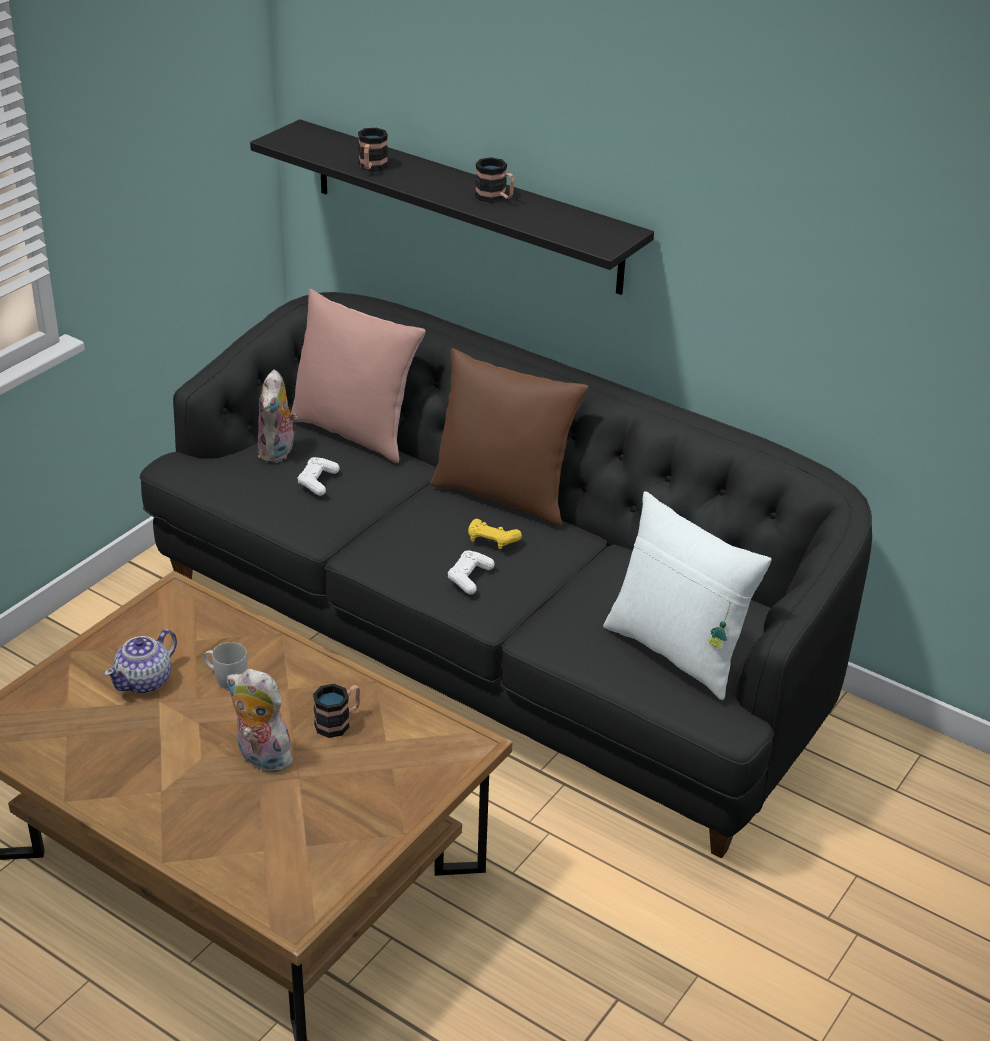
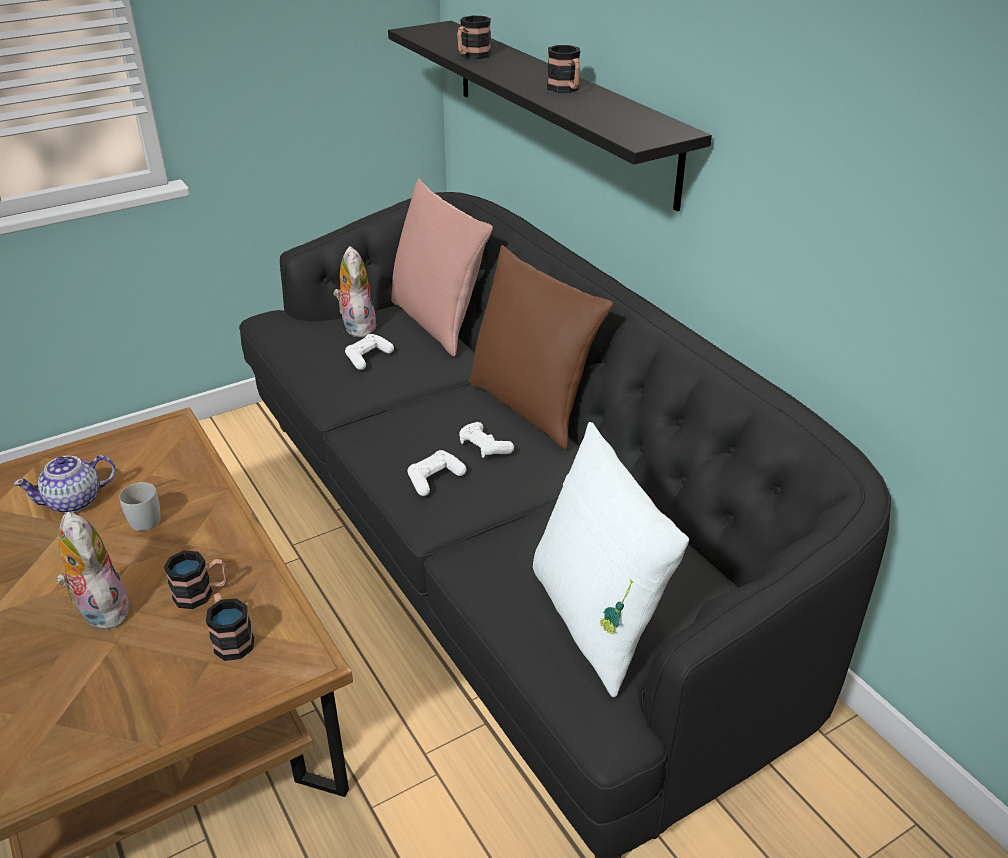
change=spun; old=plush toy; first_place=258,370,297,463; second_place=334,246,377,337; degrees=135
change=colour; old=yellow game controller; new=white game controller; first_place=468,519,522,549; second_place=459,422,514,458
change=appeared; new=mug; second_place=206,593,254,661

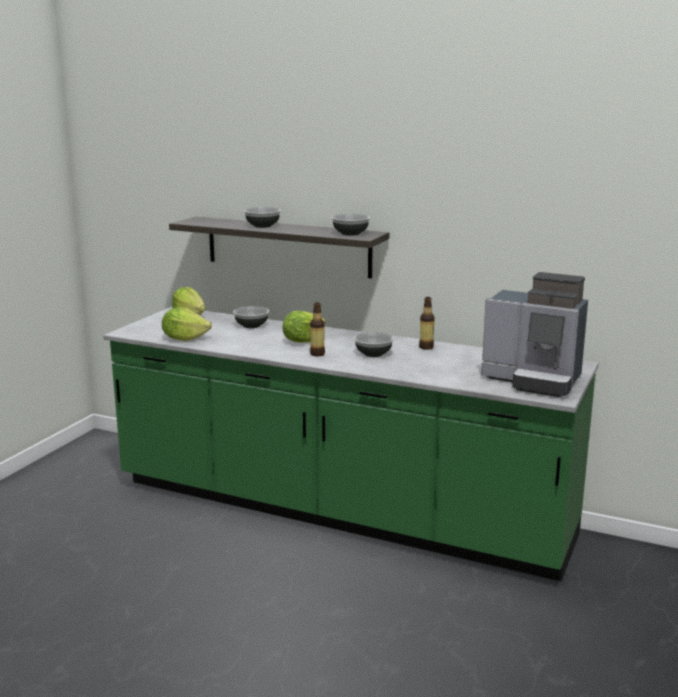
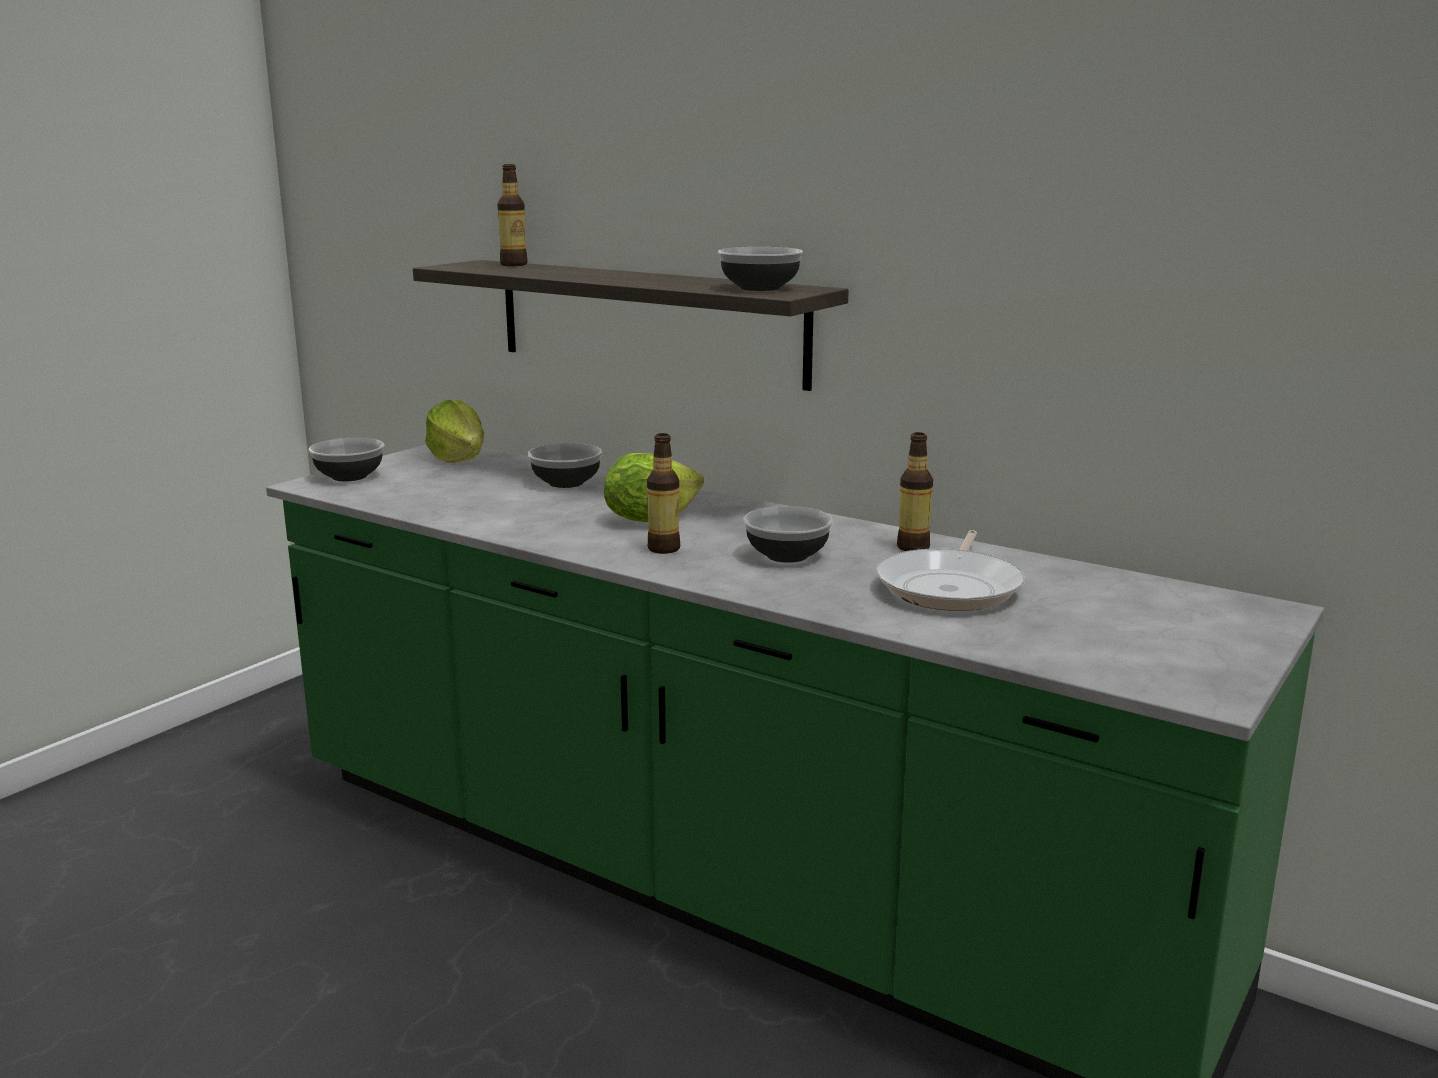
change=missing; old=lettuce; first_place=162,307,212,341
change=relocated; old=bowl; first_place=244,207,281,228; second_place=308,438,384,481
change=missing; old=coffee machine; first_place=482,272,588,397
change=appeared; new=bottle; second_place=497,164,528,266
change=appeared; new=frying pan; second_place=876,530,1025,611

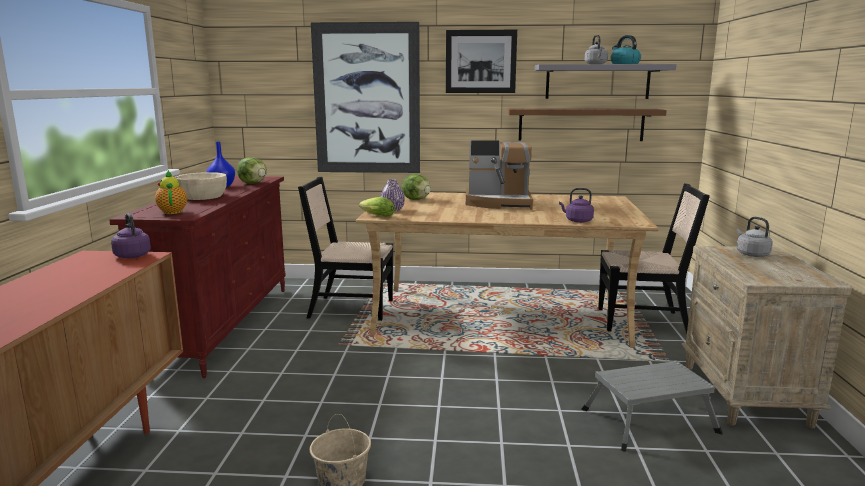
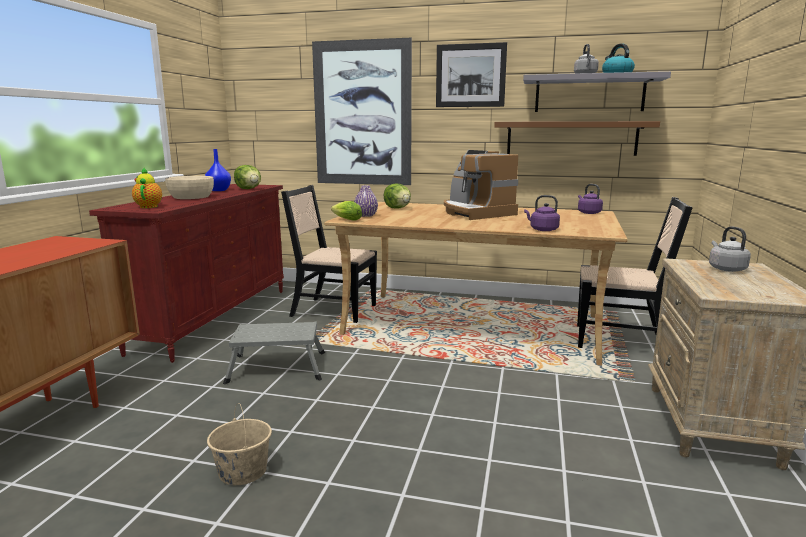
change=relocated; old=purple kettle; first_place=111,213,151,258; second_place=578,184,603,214
change=spun; old=coffee machine; first_place=466,140,533,210; second_place=444,150,518,220; degrees=45
change=relocated; old=grey step ladder; first_place=581,360,723,452; second_place=223,321,325,384

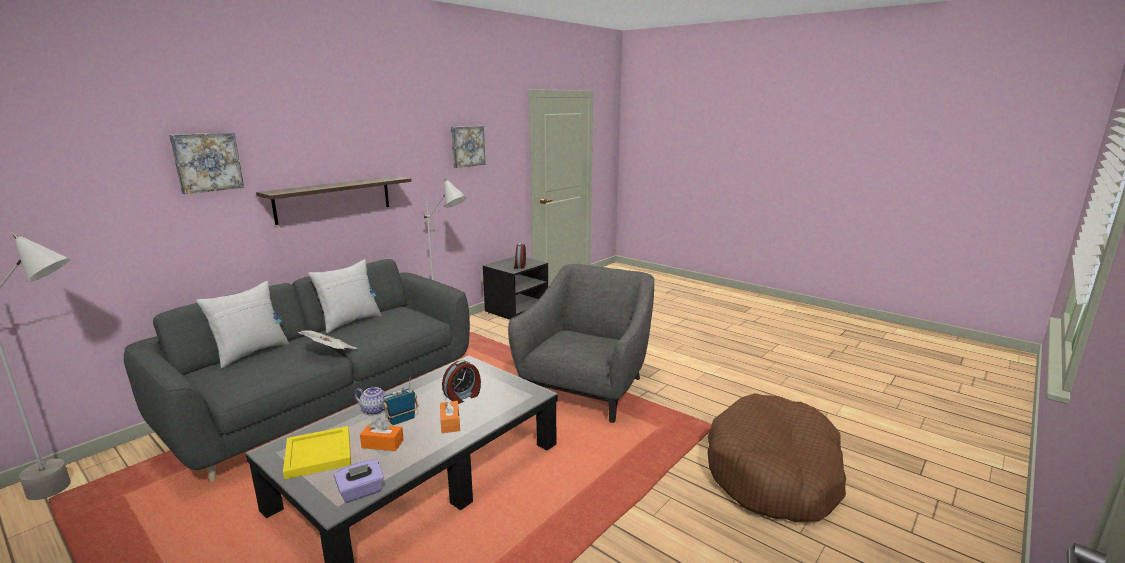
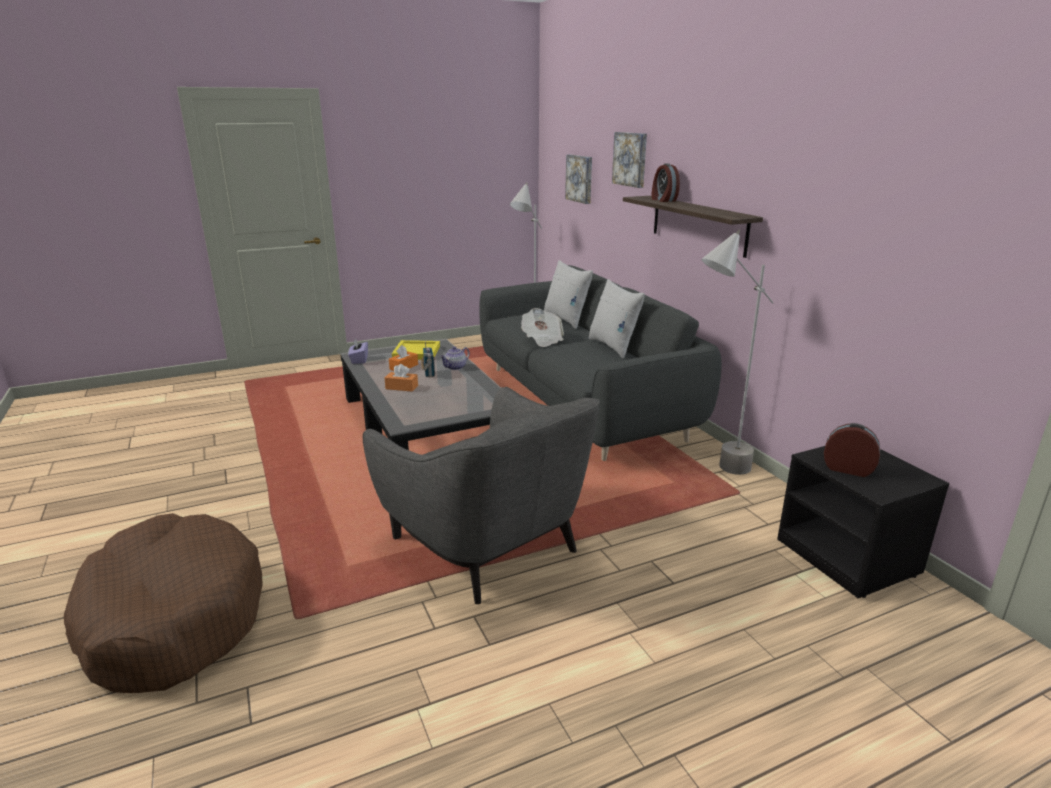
change=relocated; old=alarm clock; first_place=442,360,481,404; second_place=652,163,680,202
change=relocated; old=picture; first_place=451,126,486,168; second_place=565,155,592,204

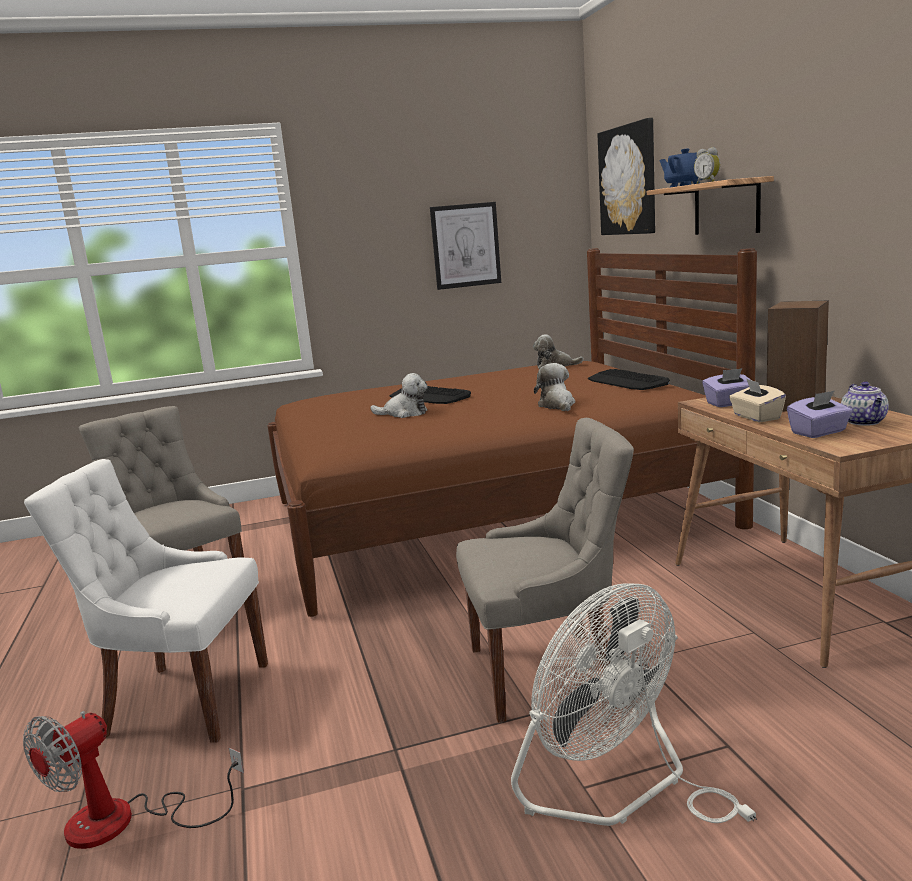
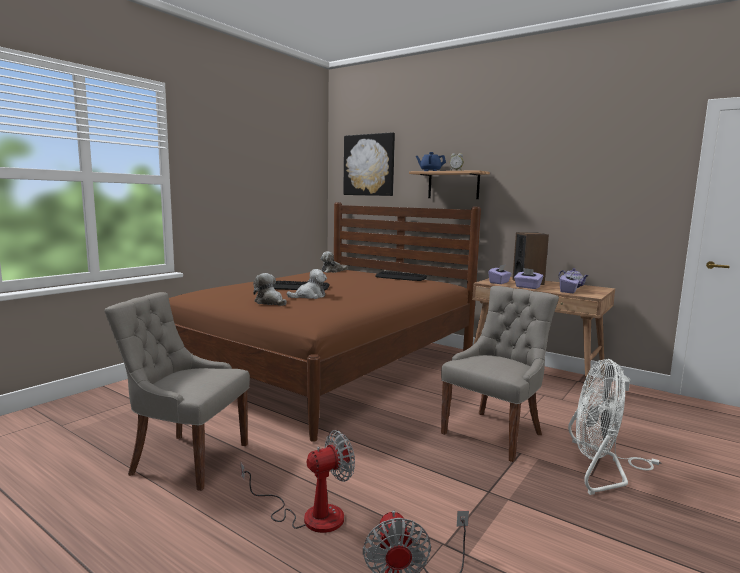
change=exchanged; old=white chair; new=fan; first_place=24,459,268,742; second_place=241,430,355,533
change=missing; old=picture; first_place=430,202,501,290
change=relocated; old=plush toy; first_place=534,363,575,411; second_place=253,273,287,306
change=colour; old=beige tissue box; new=purple tissue box; first_place=729,378,786,422; second_place=514,268,543,289

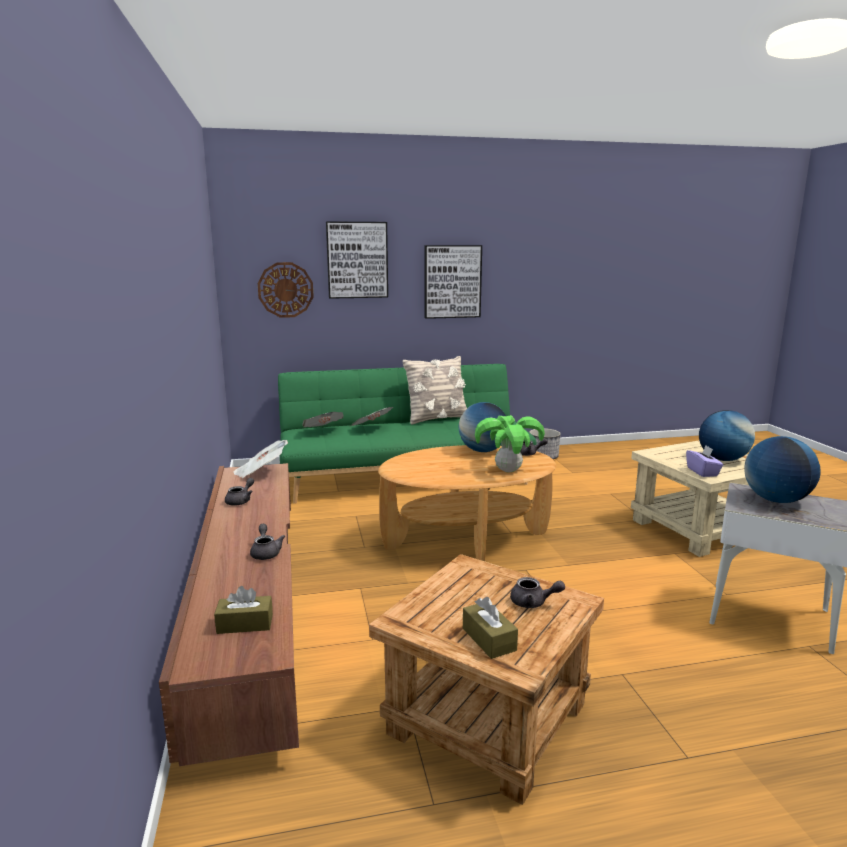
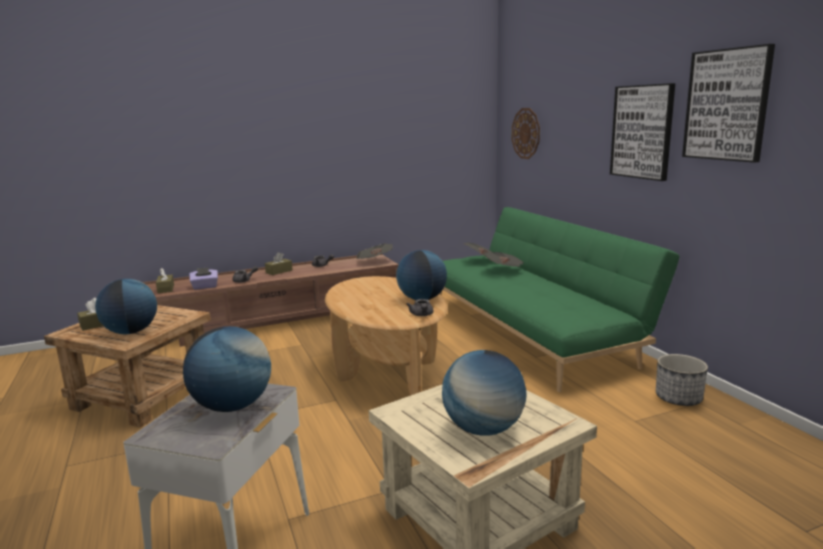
change=relocated; old=picture; first_place=326,221,388,299; second_place=682,44,775,163
change=missing; old=beige pillow; first_place=402,356,467,425
change=missing; old=potted plant; first_place=475,415,545,473
change=exchanged; old=grey teapot; new=globe; first_place=510,577,565,608; second_place=95,279,157,334
change=relocated; old=purple tissue box; first_place=686,446,723,477; second_place=189,267,218,290
change=appeared; new=brown tissue box; second_place=265,252,293,275

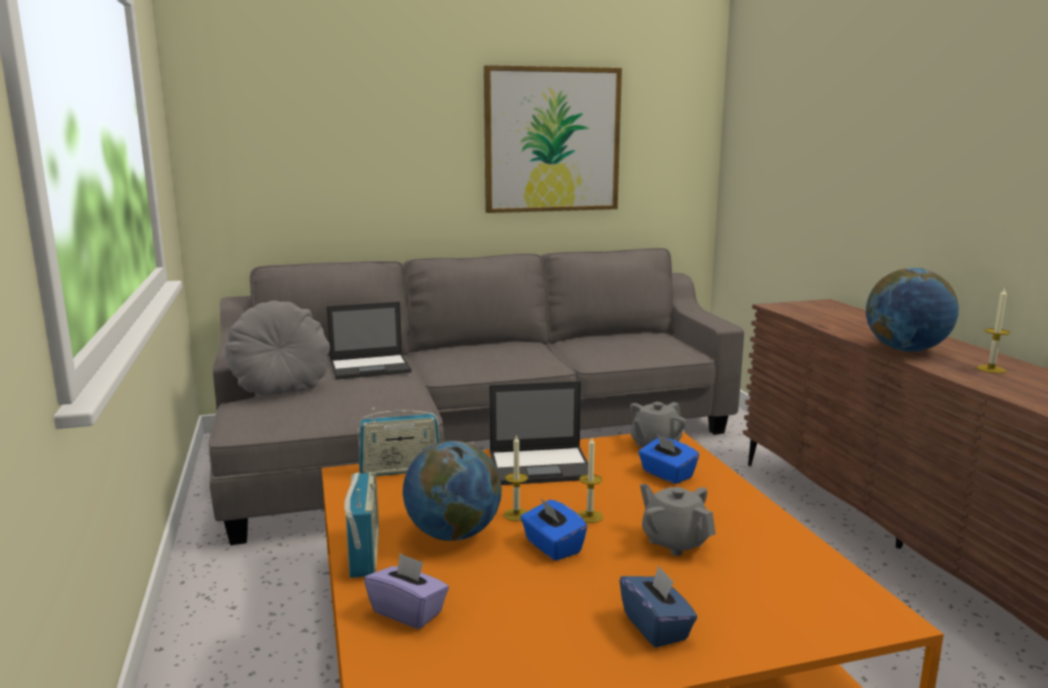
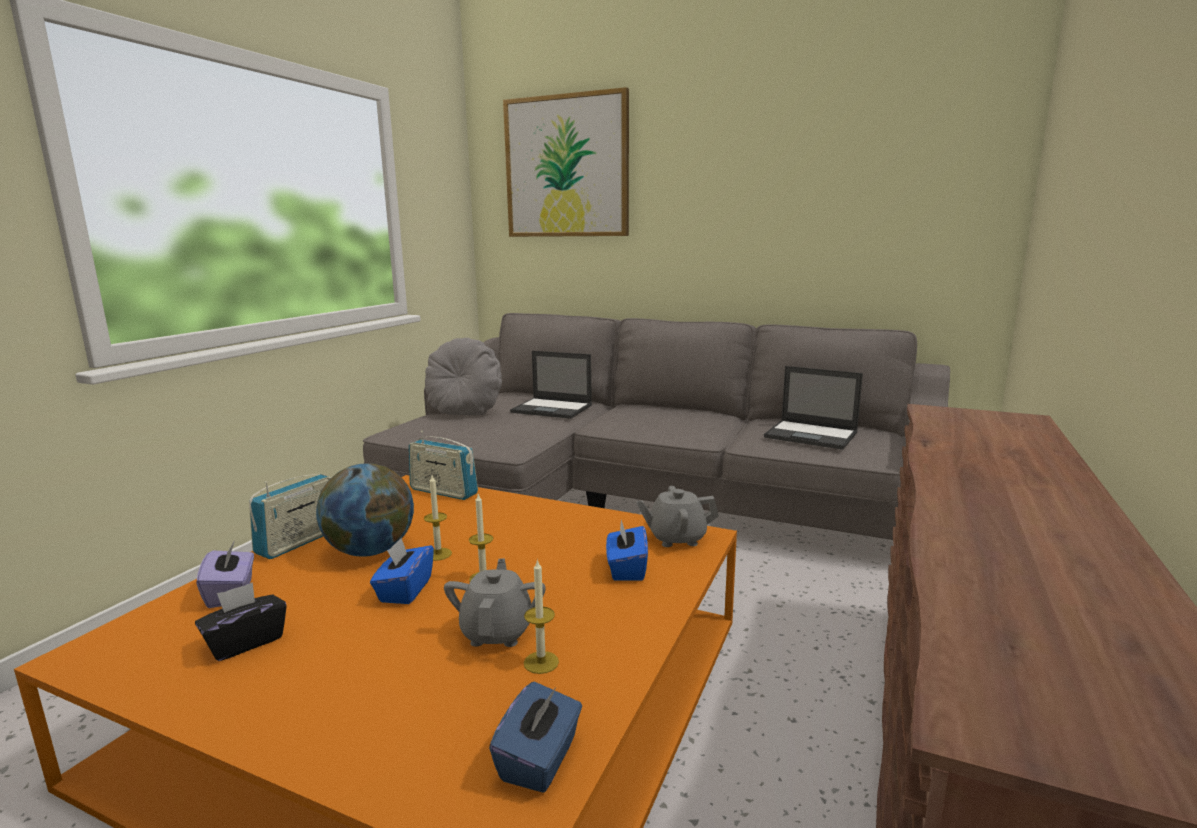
change=relocated; old=picture; first_place=484,65,622,213; second_place=503,87,629,237
change=relocated; old=laptop; first_place=489,381,588,485; second_place=764,366,863,450
change=relocated; old=blue tissue box; first_place=620,566,697,647; second_place=489,681,582,793
change=missing; old=globe; first_place=866,268,959,352
change=relocated; old=candle; first_place=977,287,1010,373; second_place=524,559,559,674
change=appeared; new=black tissue box; second_place=195,582,287,661

